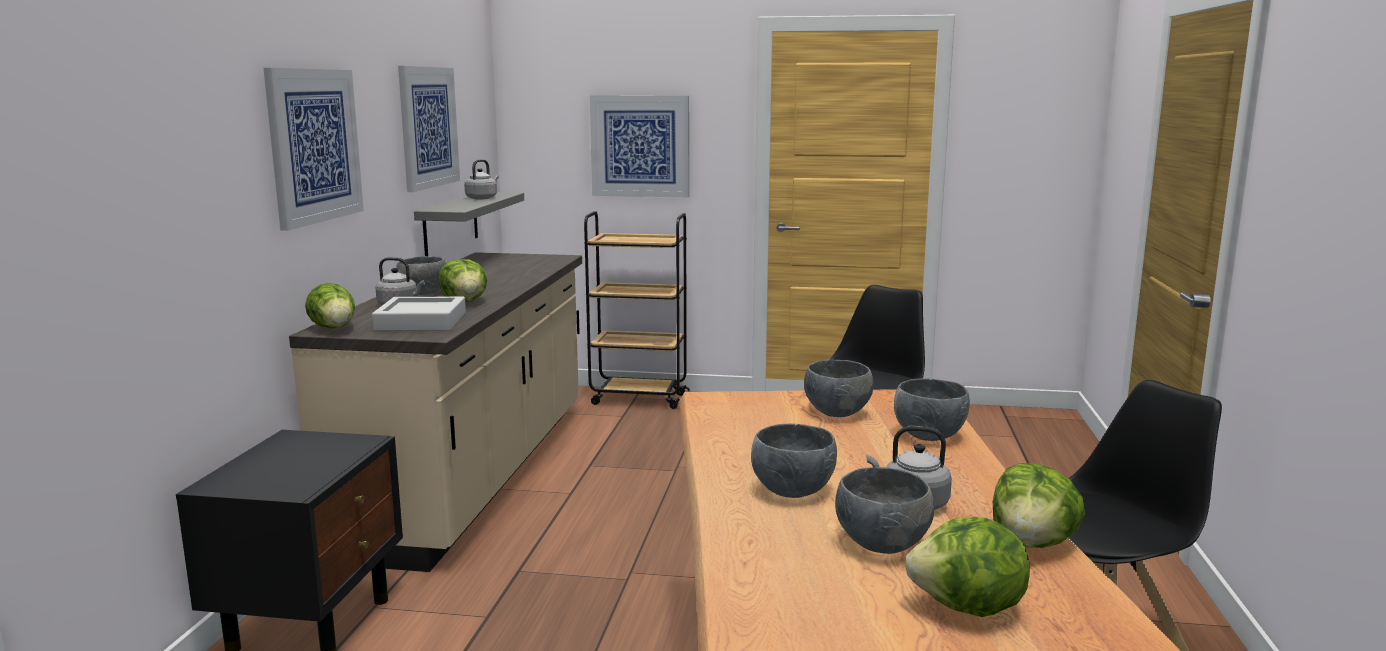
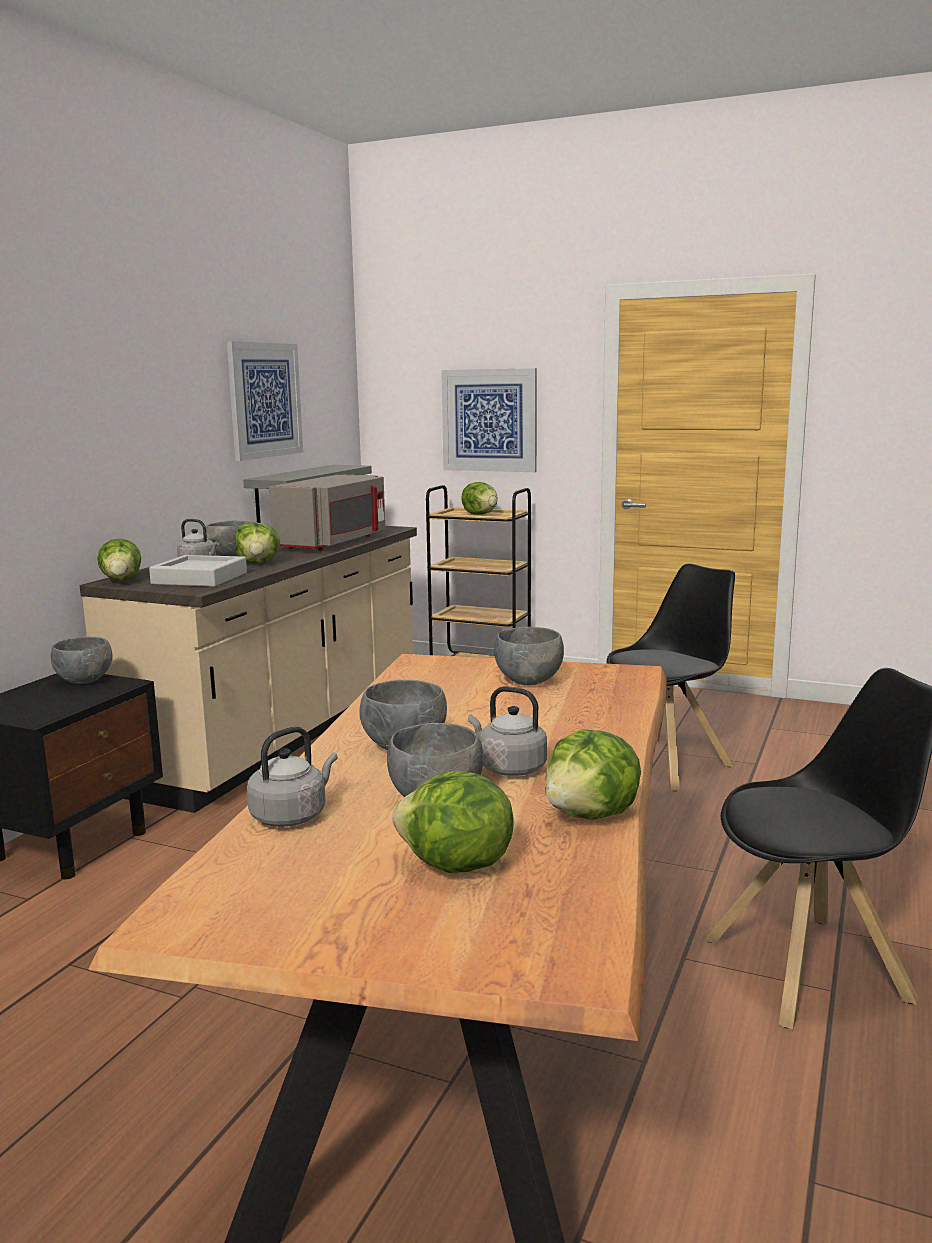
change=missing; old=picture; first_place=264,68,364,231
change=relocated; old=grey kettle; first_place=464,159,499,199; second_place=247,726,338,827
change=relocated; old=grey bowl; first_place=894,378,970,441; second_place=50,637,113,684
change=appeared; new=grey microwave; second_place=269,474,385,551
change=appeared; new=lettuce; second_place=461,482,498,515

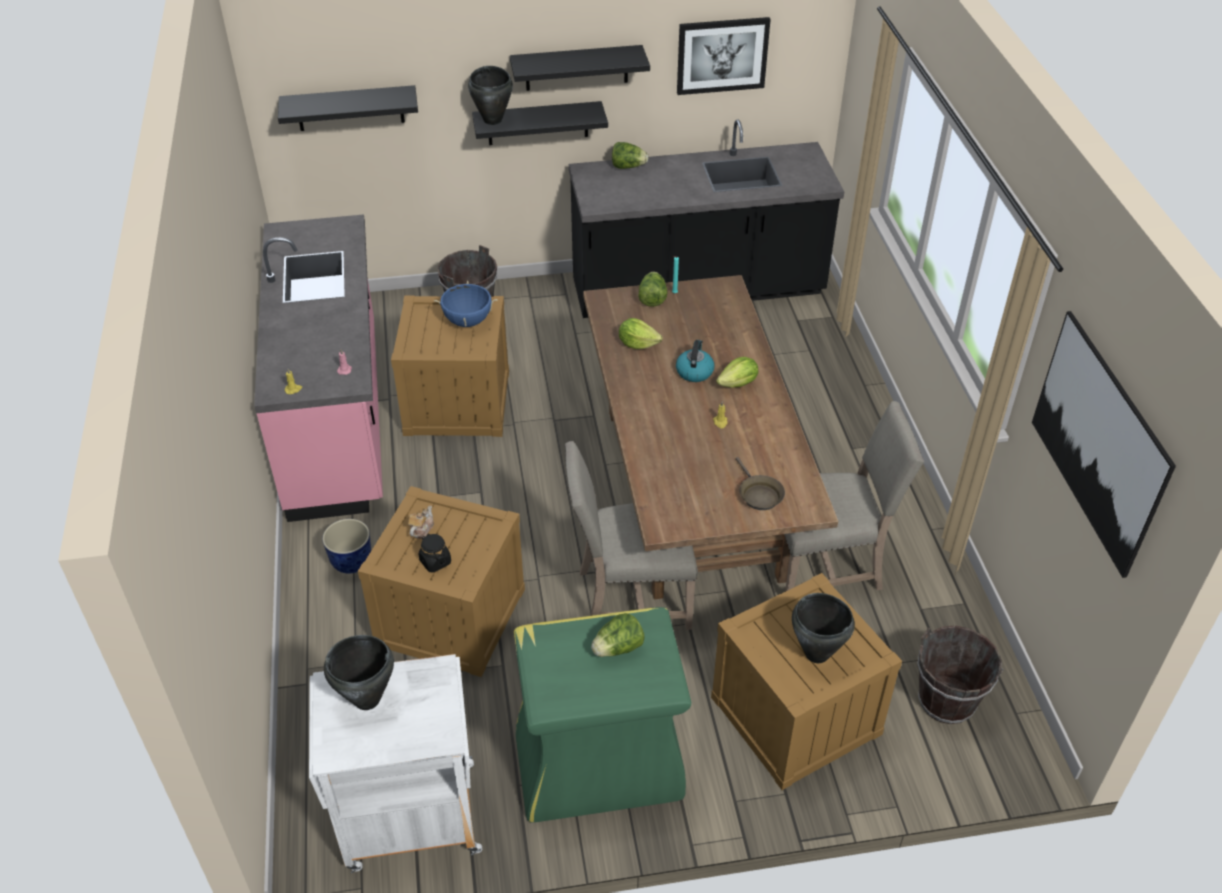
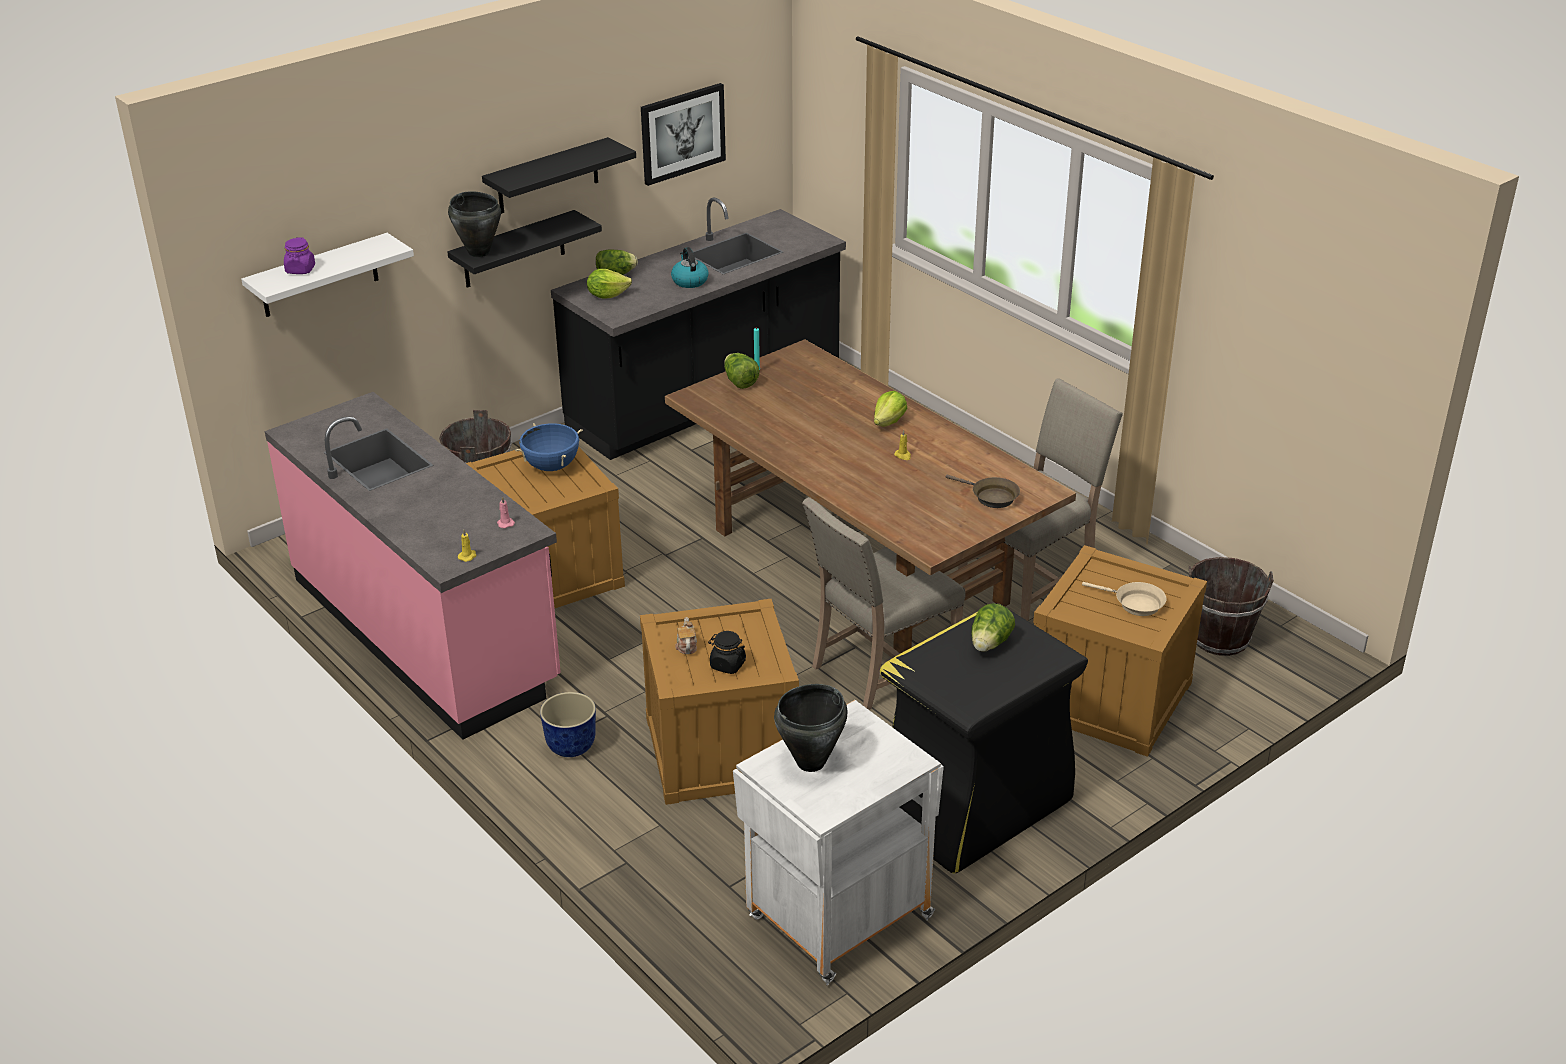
change=colour; old=black shelf; new=white shelf; first_place=278,85,418,131; second_place=241,233,414,317
change=colour; old=green nightstand; new=black nightstand; first_place=514,607,691,822; second_place=880,603,1088,873
change=relocated; old=lettuce; first_place=619,318,663,349; second_place=587,269,632,298
change=relocated; old=kettle; first_place=676,340,714,382; second_place=671,247,709,288
change=exchanged; old=black cooking pot; new=beige frying pan; first_place=792,593,855,663; second_place=1082,582,1167,616
change=missing; old=picture; first_place=1032,311,1176,578
change=appeared; new=purple jar; second_place=284,237,315,274

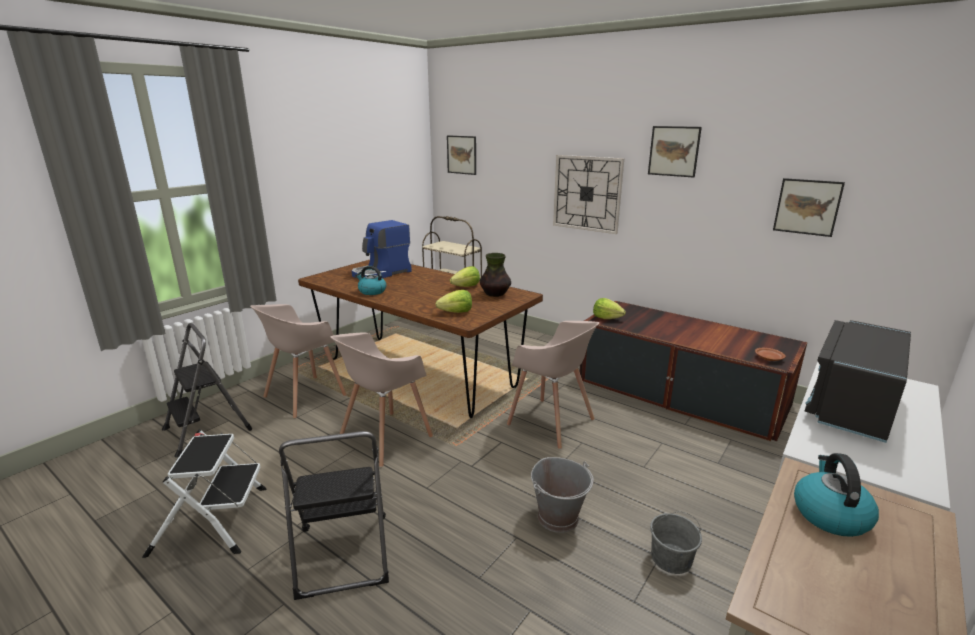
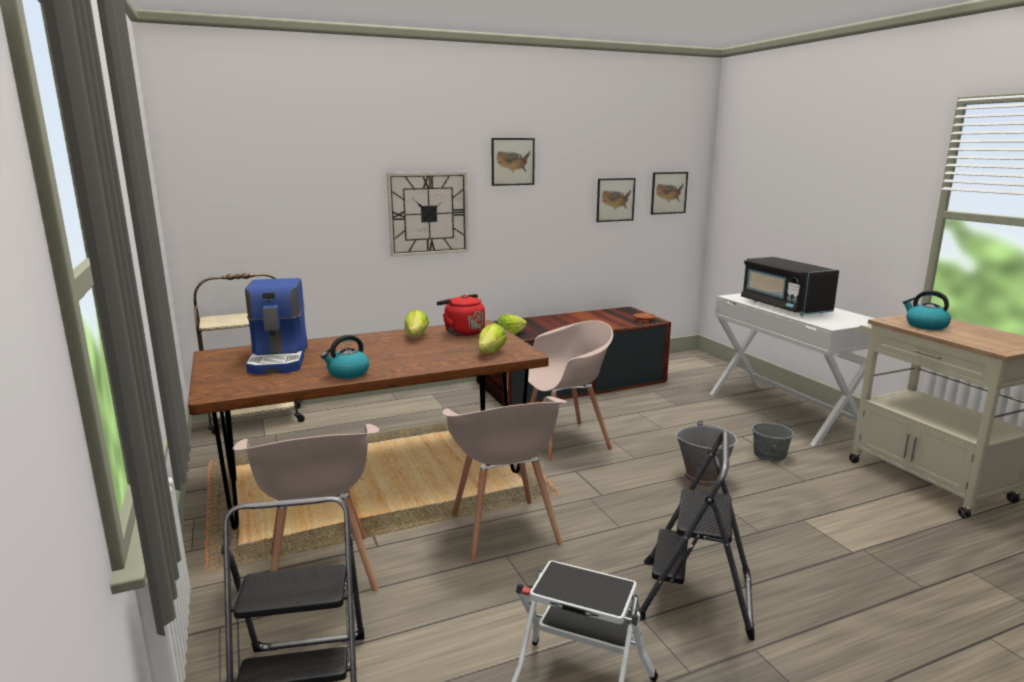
change=relocated; old=picture; first_place=447,135,476,175; second_place=651,172,688,214
change=exchanged; old=vase; new=red kettle; first_place=480,253,511,297; second_place=437,294,485,336

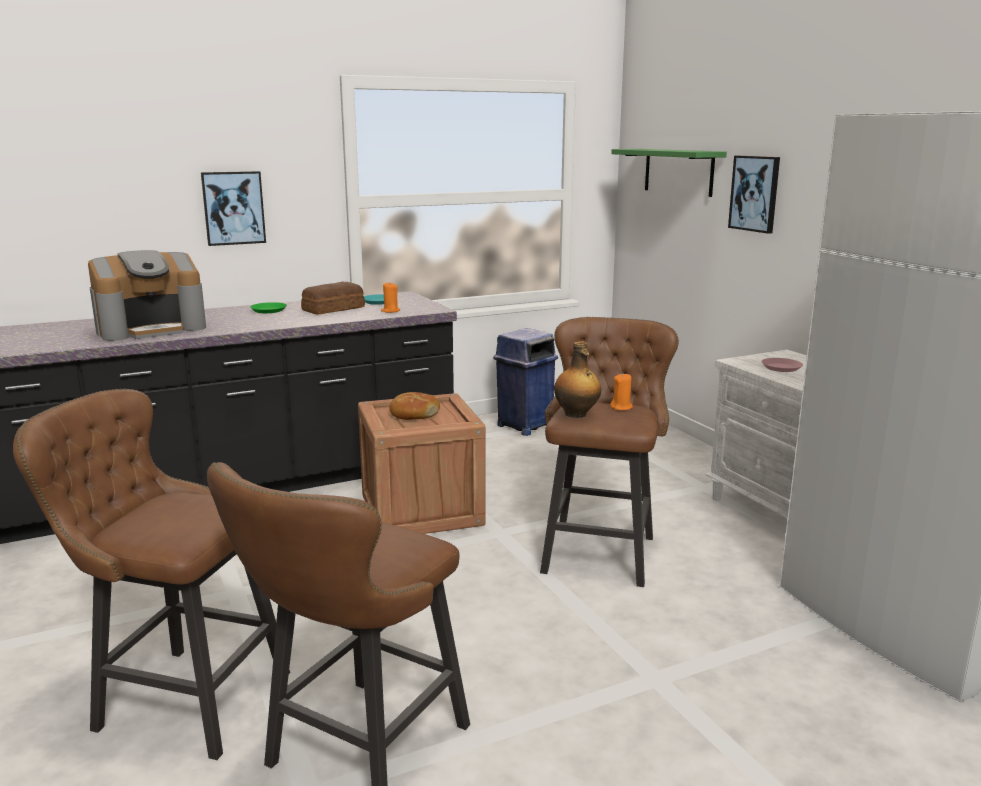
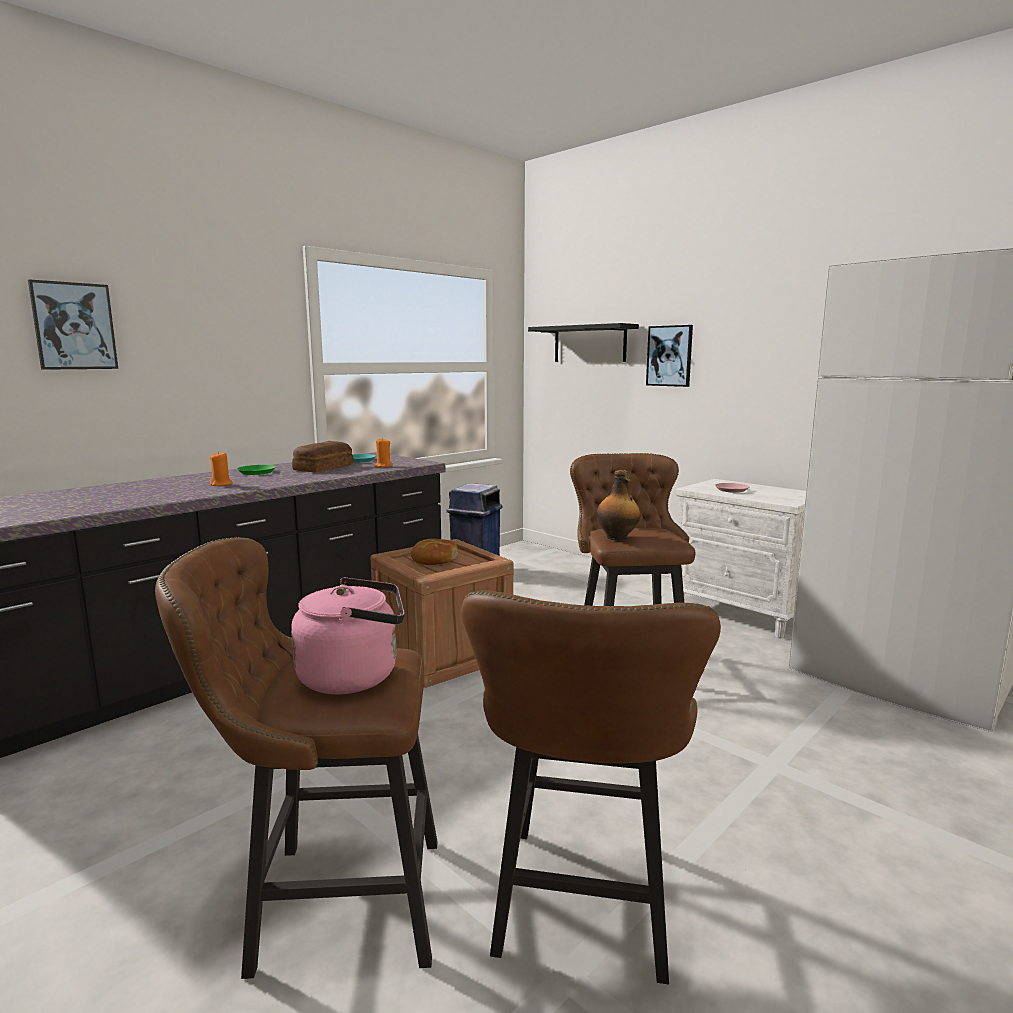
change=missing; old=coffee machine; first_place=88,250,206,341
change=relocated; old=picture; first_place=201,171,266,246; second_place=28,279,118,370
change=relocated; old=orange candle; first_place=610,373,633,410; second_place=210,451,233,486
change=colour; old=green shelf; new=black shelf; first_place=611,149,727,197; second_place=528,323,639,362
change=appeared; new=pink kettle; second_place=291,577,405,694

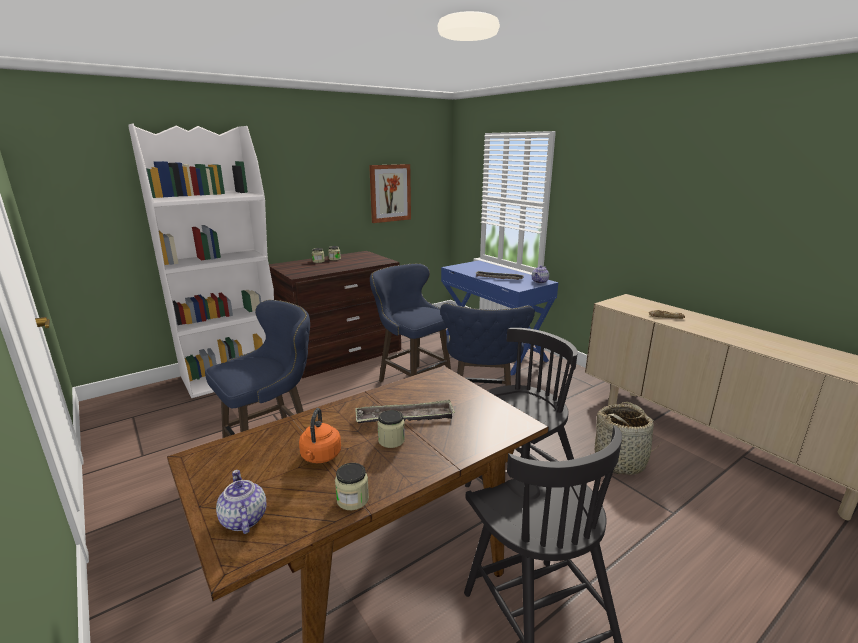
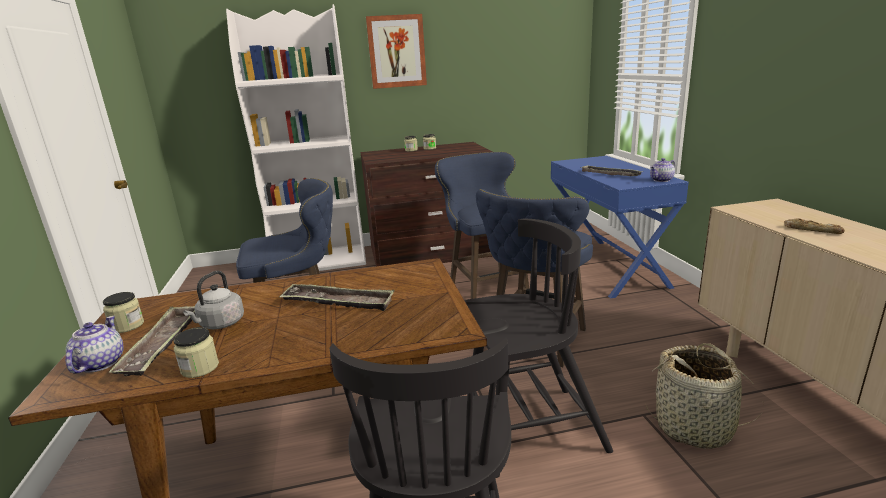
change=colour; old=orange kettle; new=grey kettle; first_place=299,408,341,463; second_place=183,271,244,329
change=relocated; old=picture; first_place=369,164,411,223; second_place=366,14,427,89
change=relocated; old=jar; first_place=377,410,405,448; second_place=103,292,144,333
change=appeared; new=tray; second_place=108,306,196,376

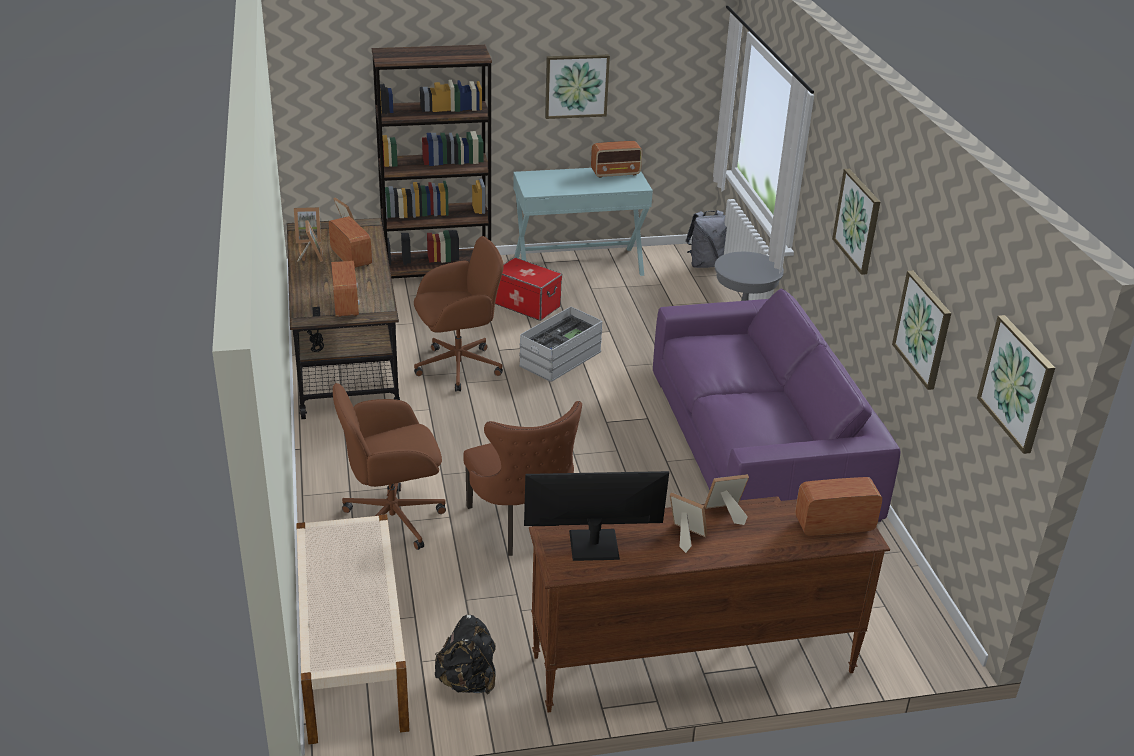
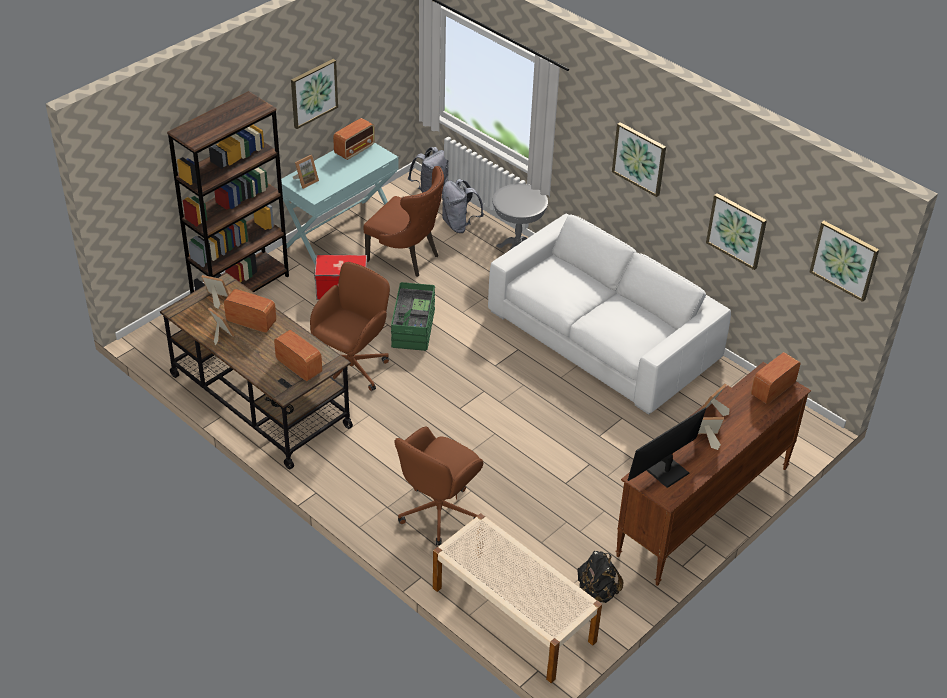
change=relocated; old=picture frame; first_place=294,207,321,243; second_place=293,155,319,189
change=relocated; old=brown chair; first_place=463,401,582,556; second_place=364,166,444,277
change=colour; old=grey storage box; new=green storage box; first_place=519,307,602,382; second_place=391,282,436,351
change=colour; old=purple sofa; new=white sofa; first_place=653,289,900,522; second_place=488,214,731,415
change=appeared; new=grey backpack; second_place=442,179,484,233

